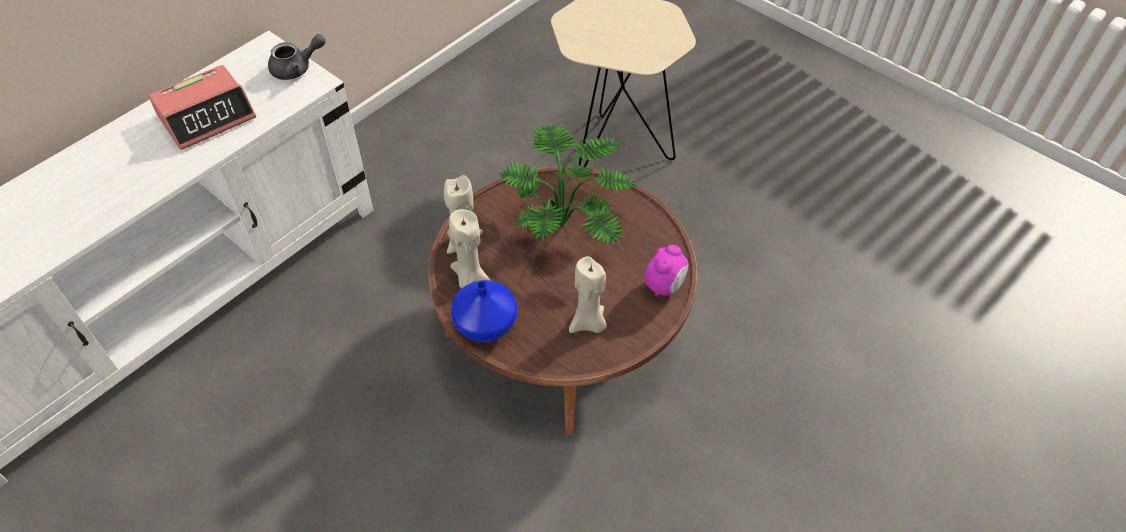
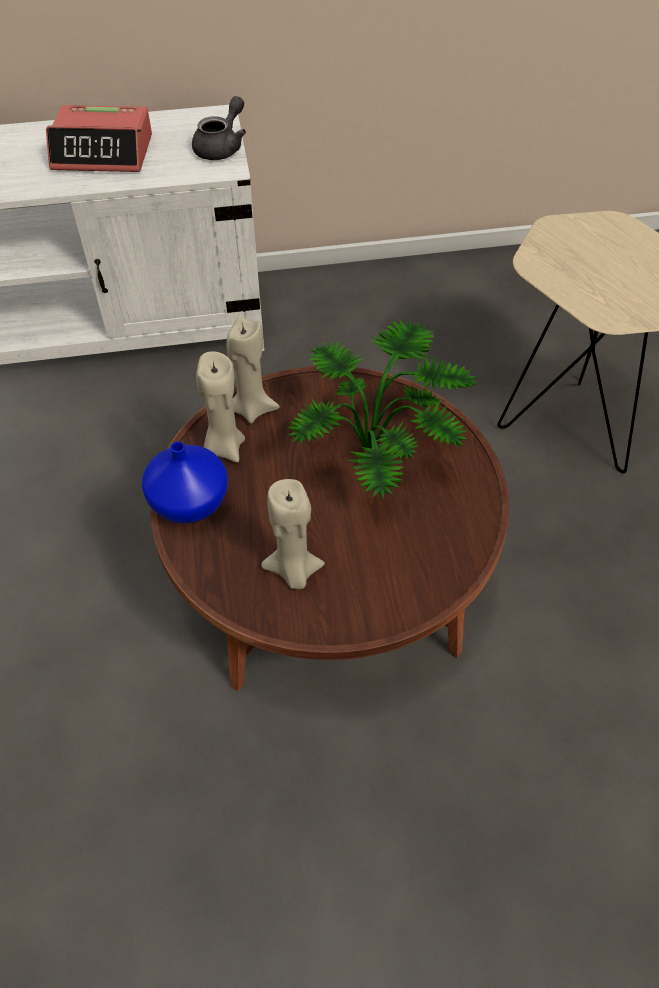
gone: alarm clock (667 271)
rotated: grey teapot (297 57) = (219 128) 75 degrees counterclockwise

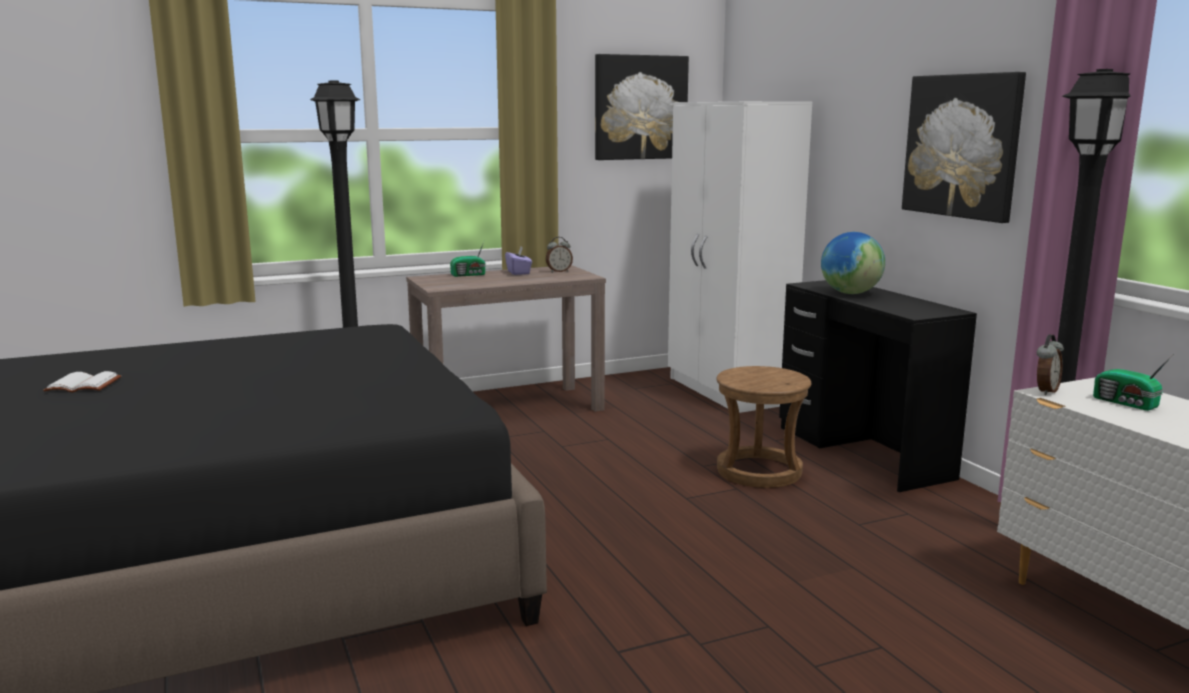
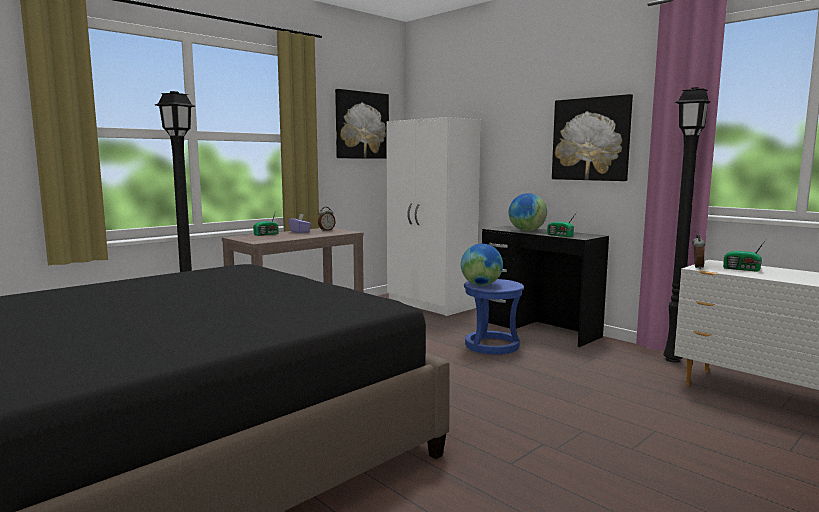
gone: white book (82 382)
new: globe (482 265); radio (561 225)
repainted: brown stool (764 427) to blue stool (494 317)

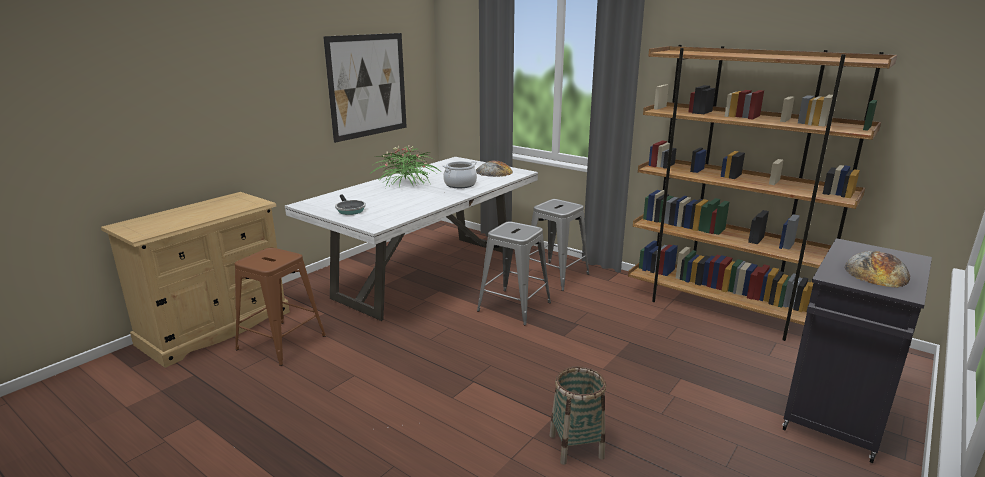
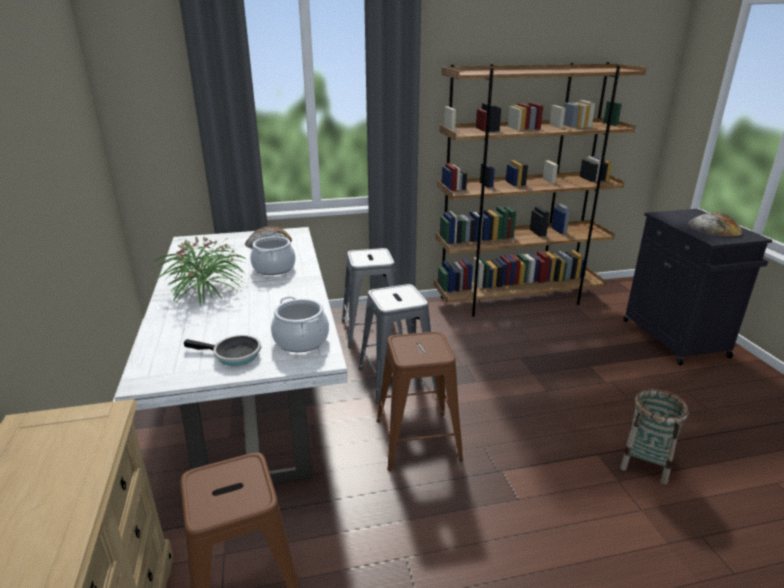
gone: picture (365 88)
new: cooking pot (300 324); brown stool (420 401)

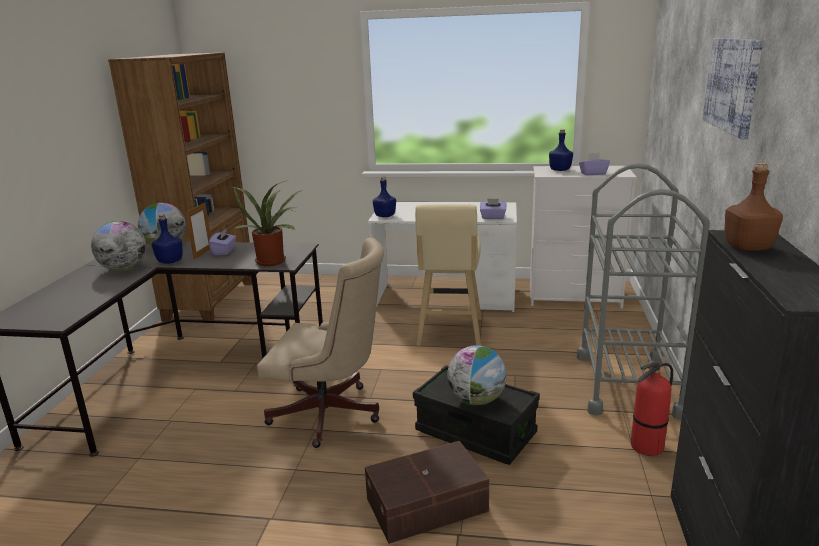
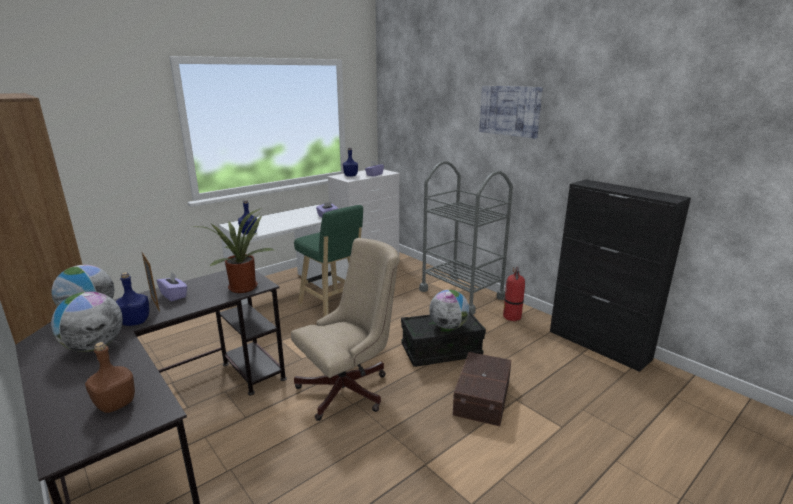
shifted: brown bottle (754 207) to (110 377)
repainted: beige stool (448 275) to green stool (328 261)

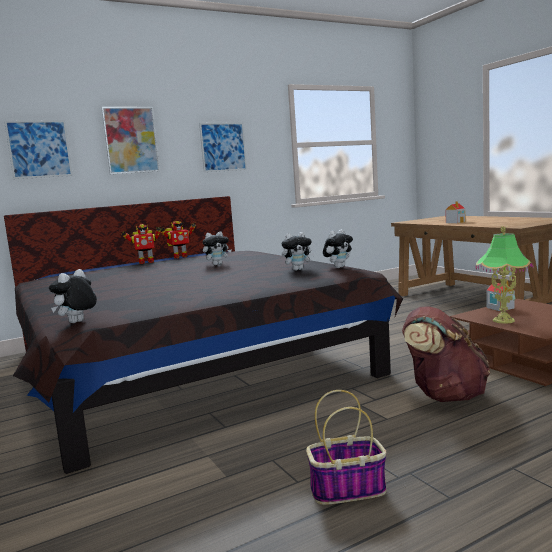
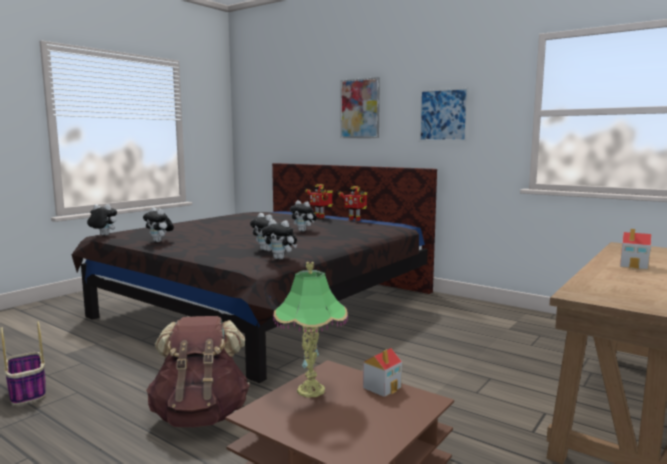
gone: picture (38 149)
new: plush toy (158 224)

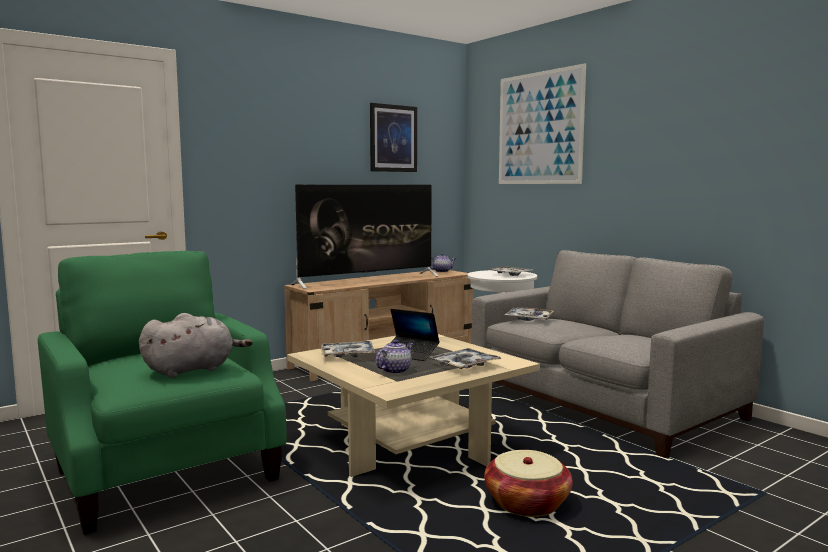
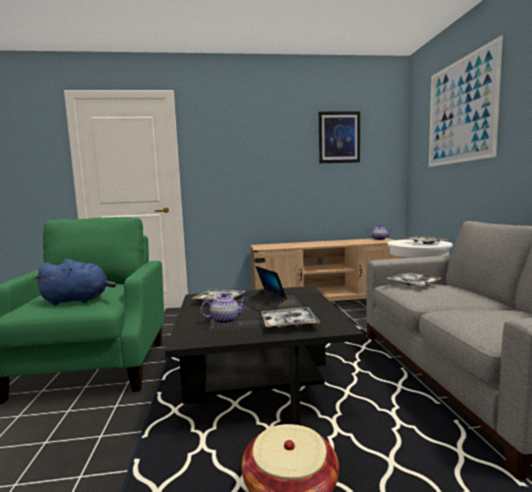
gone: television (365 237)
repainted: grey plush toy (196 345) to blue plush toy (75 282); beige coffee table (413 405) to black coffee table (264 355)

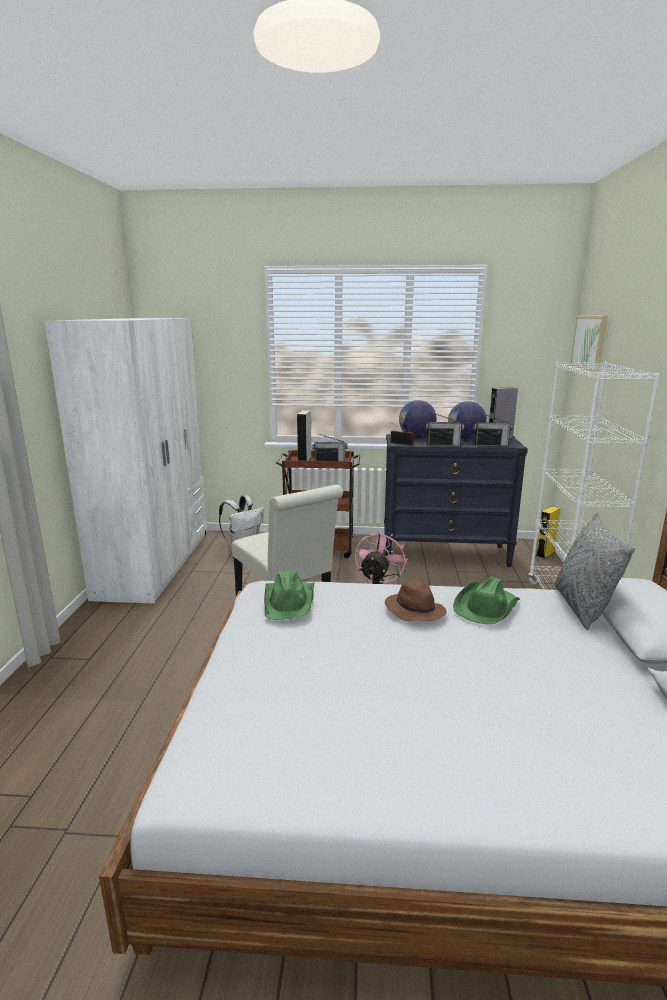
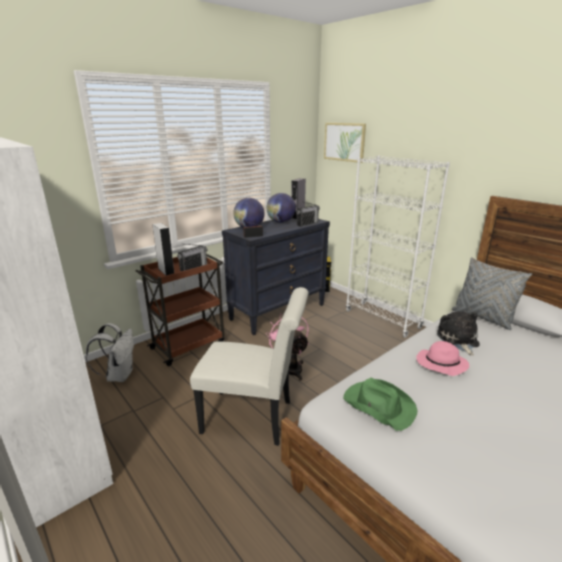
gone: radio (445 429)
swapped: green hat (486 600) to plush toy (458 333)
repainted: brown hat (416 600) to pink hat (442 358)

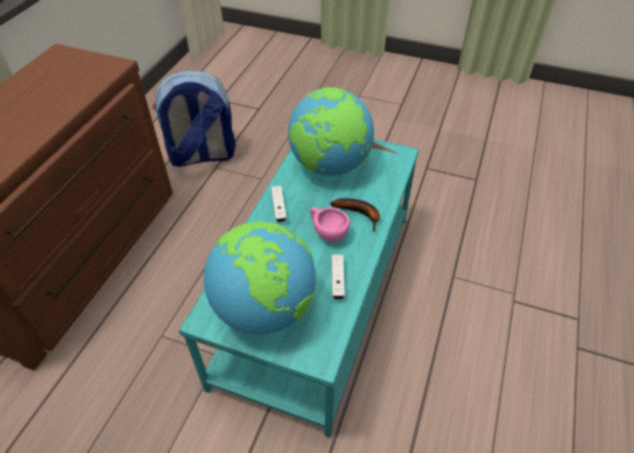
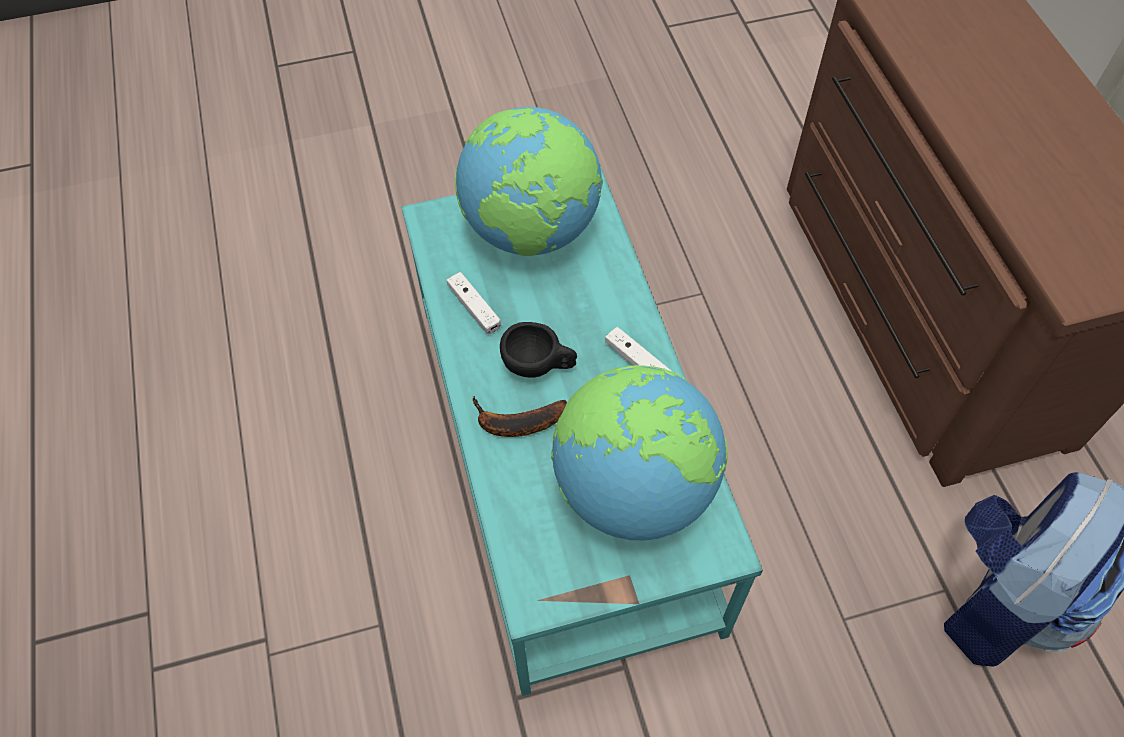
repainted: pink cup (330 224) to black cup (538 350)

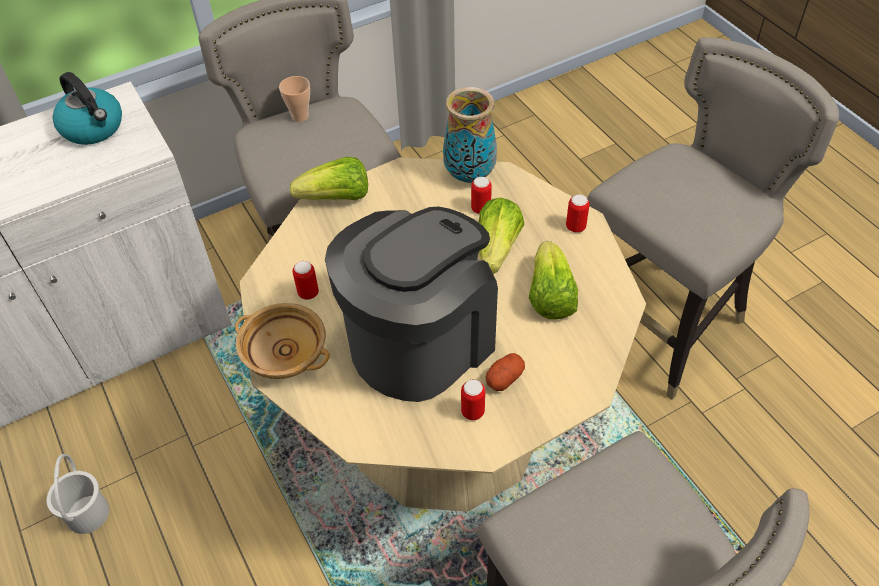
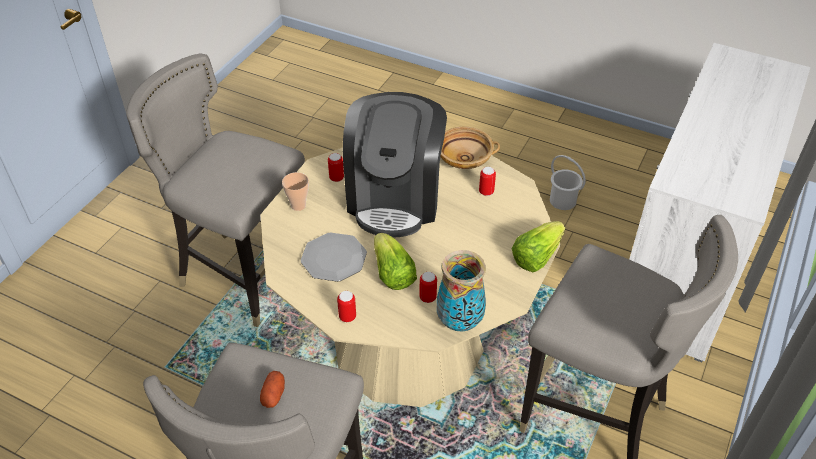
gone: kettle (87 108)
shifted: cup (294 99) to (295 191); potato (505 372) to (272 389)
swapped: lettuce (553 280) to plate (334 257)

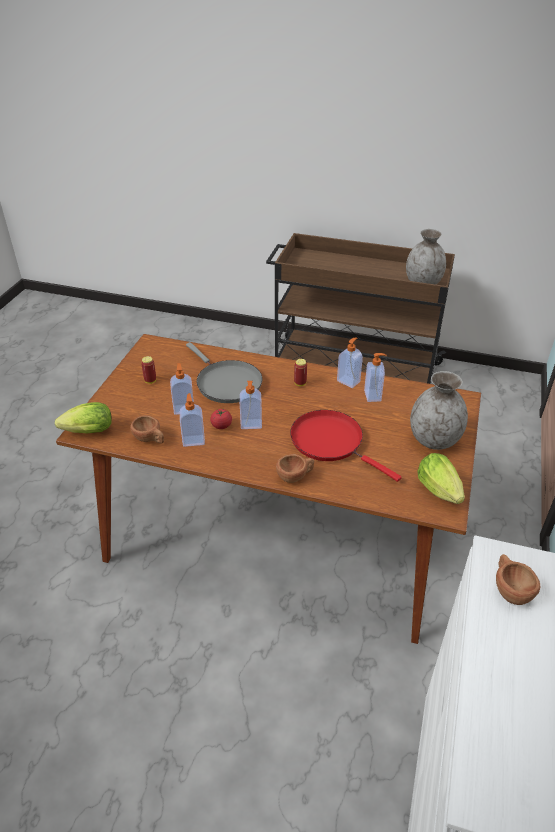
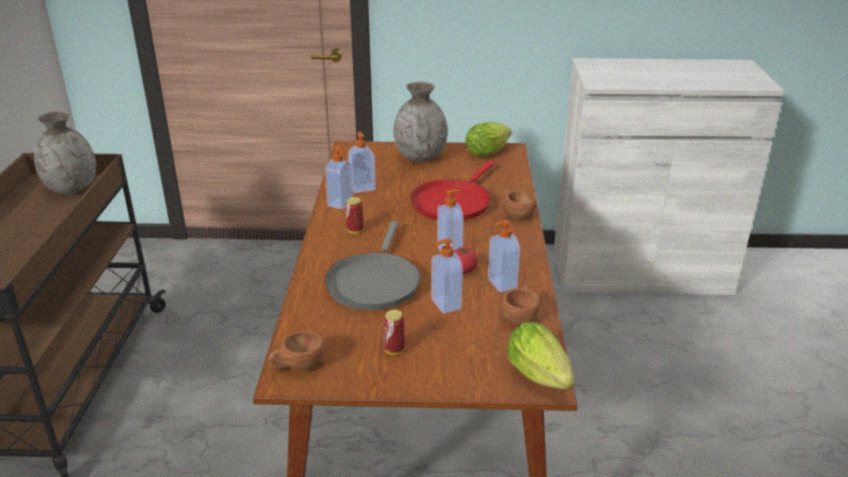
shifted: brown cup (518 579) to (297 350)
rotated: grey frying pan (224 372) = (372 265) 150 degrees clockwise

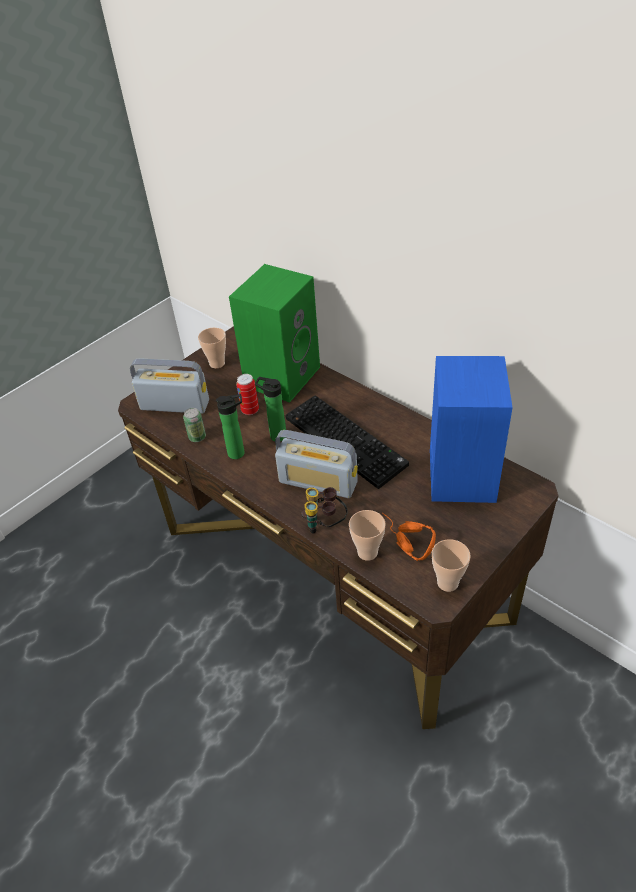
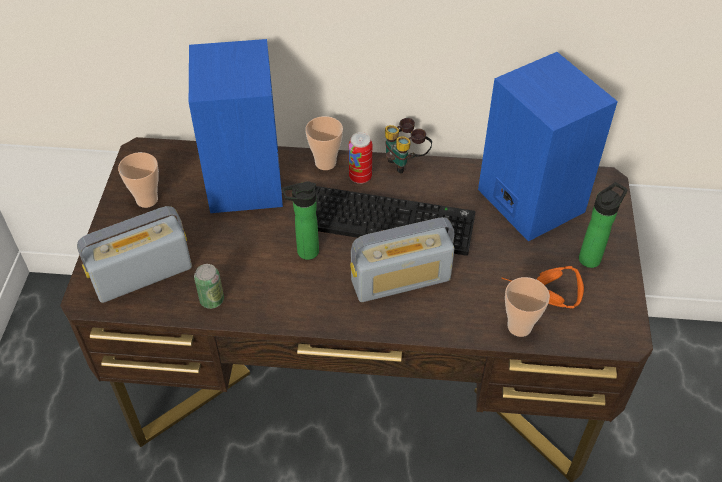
shifted: bottle (230 426) to (603 225); can (247 394) to (360 158); binoculars (324 510) to (408 146); cup (451 565) to (324 143)
repainted: green speaker (274 333) to blue speaker (236 126)

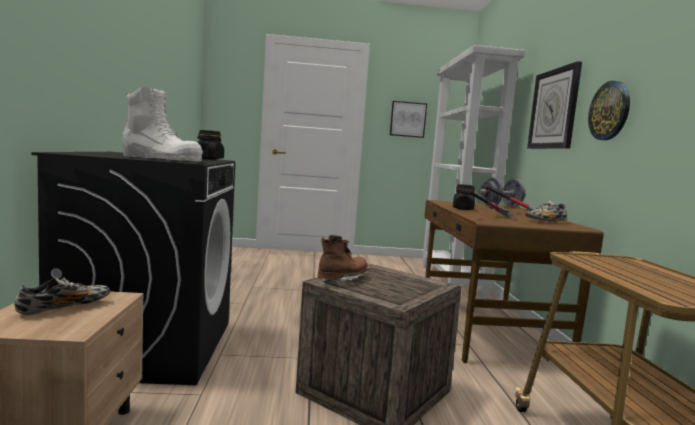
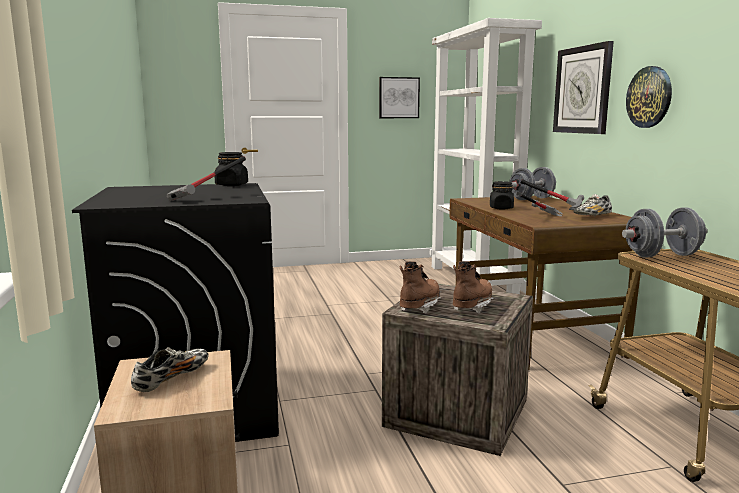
new: brown boot (473 287); grey dumbbell (664 233)
swapped: white boot (162 124) to hammer (206 178)

